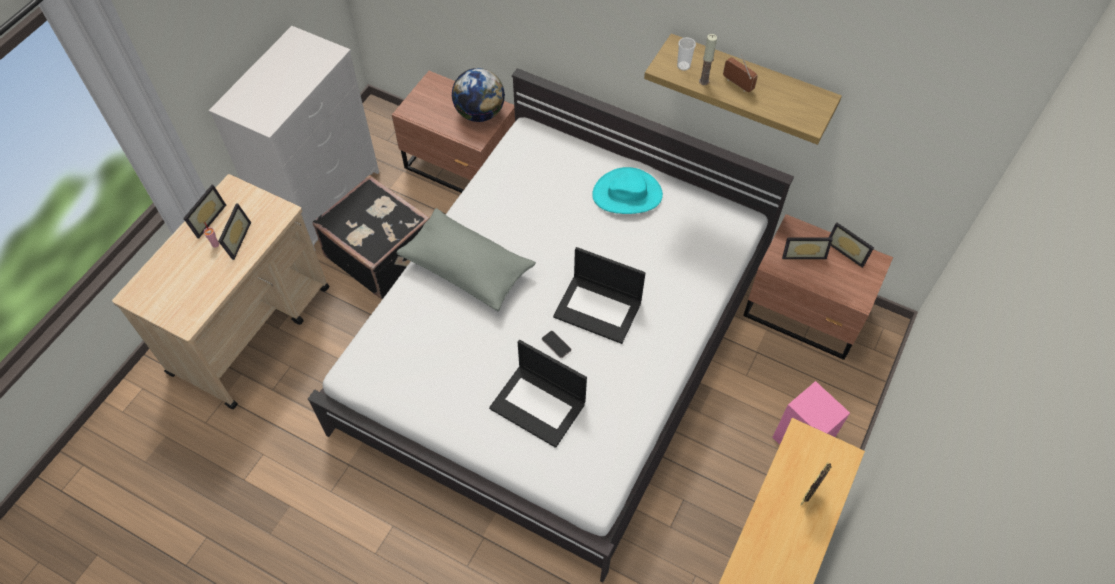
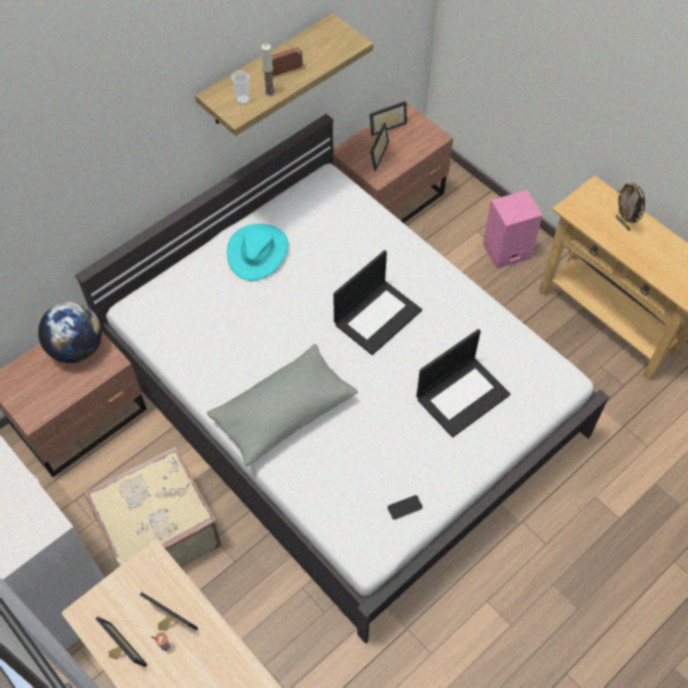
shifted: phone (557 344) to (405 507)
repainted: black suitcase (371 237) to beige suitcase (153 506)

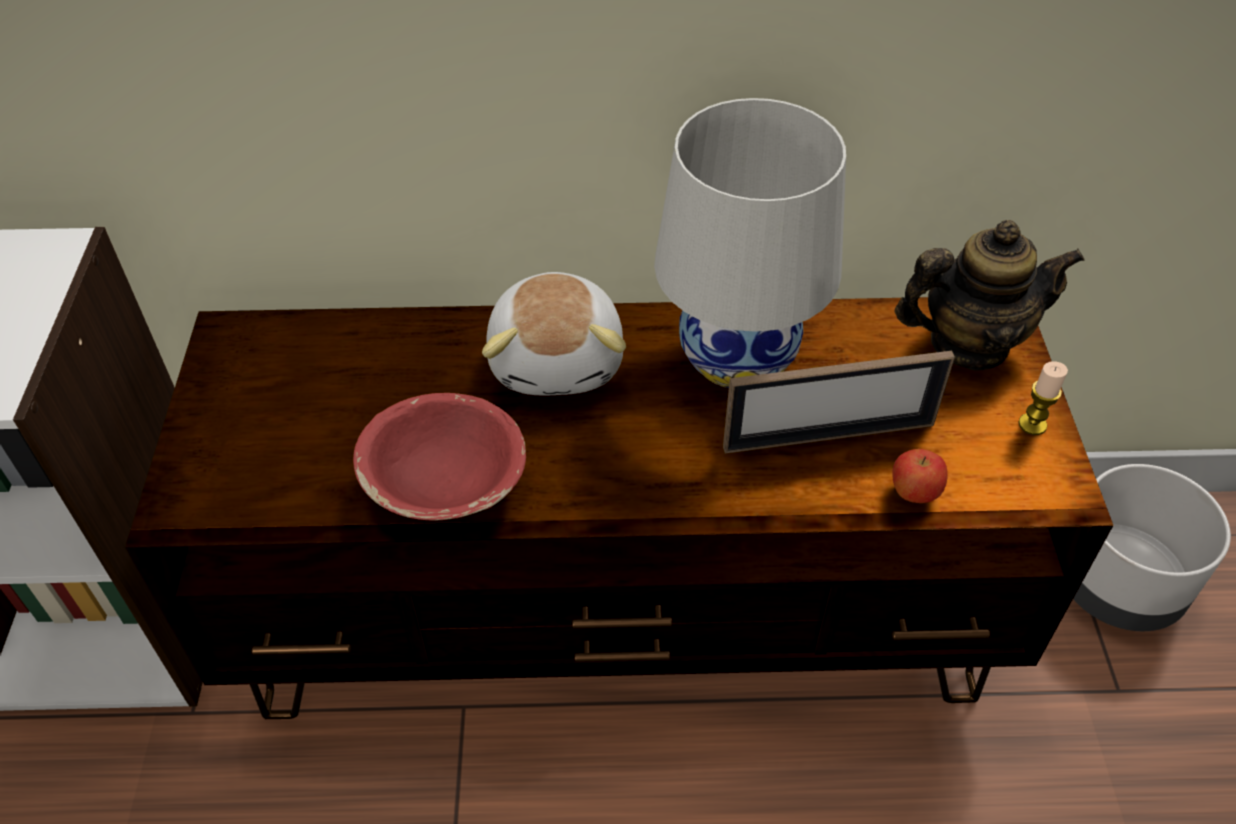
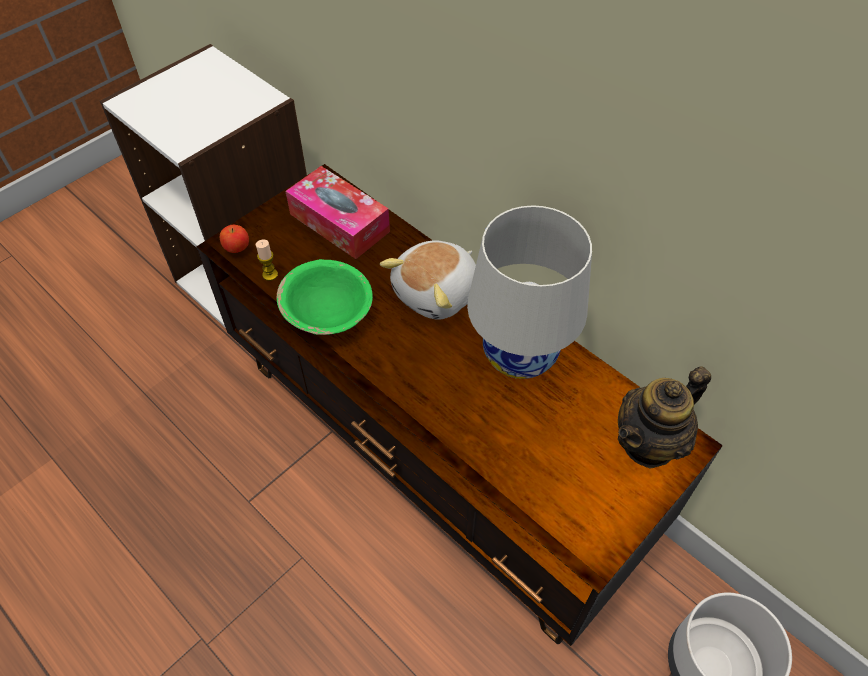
gone: picture frame (839 402)
new: tissue box (337 212)
shifted: apple (920 476) to (234 239); candle (1043 398) to (267 260)
repainted: red bowl (439 457) to green bowl (325 297)
rotated: teapot (989 295) = (664 417) 105 degrees clockwise

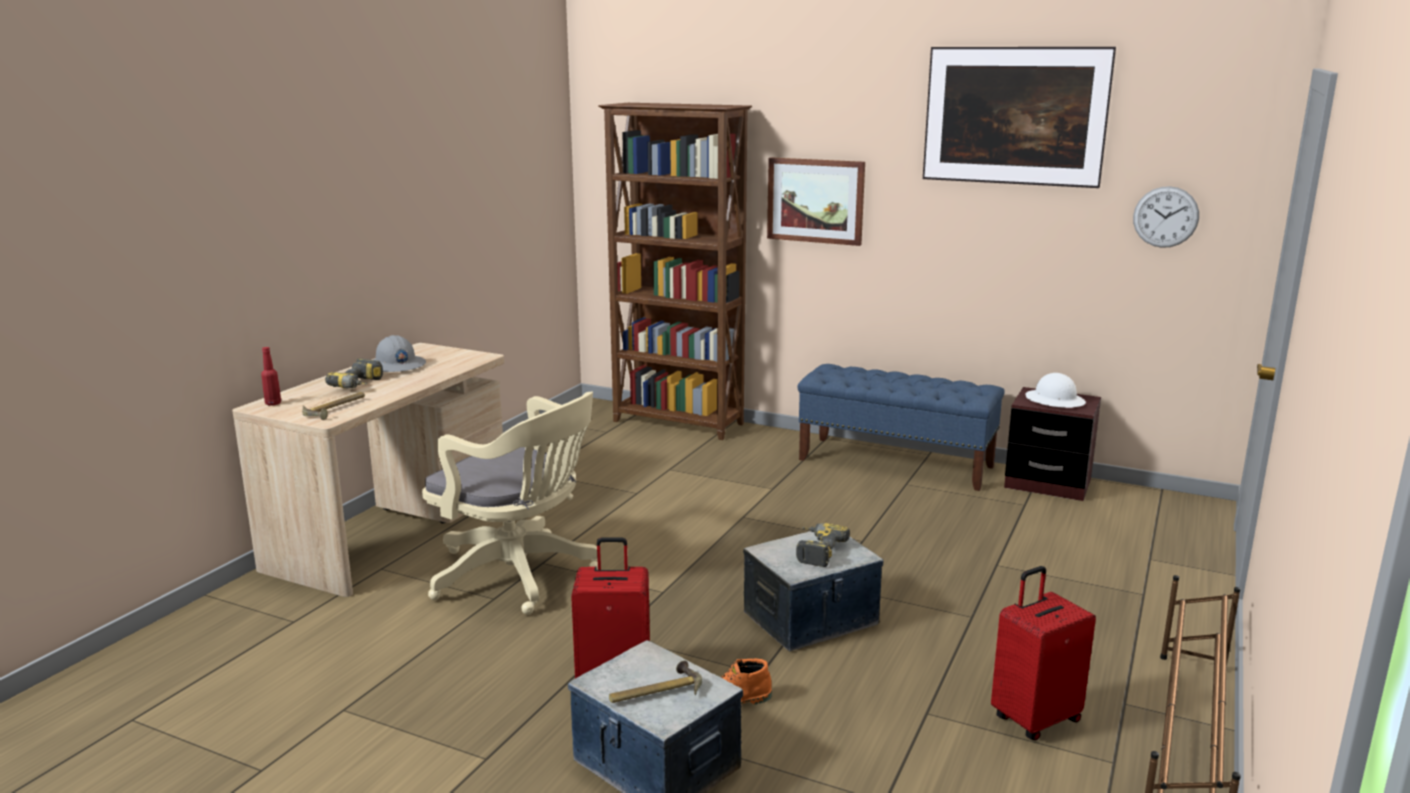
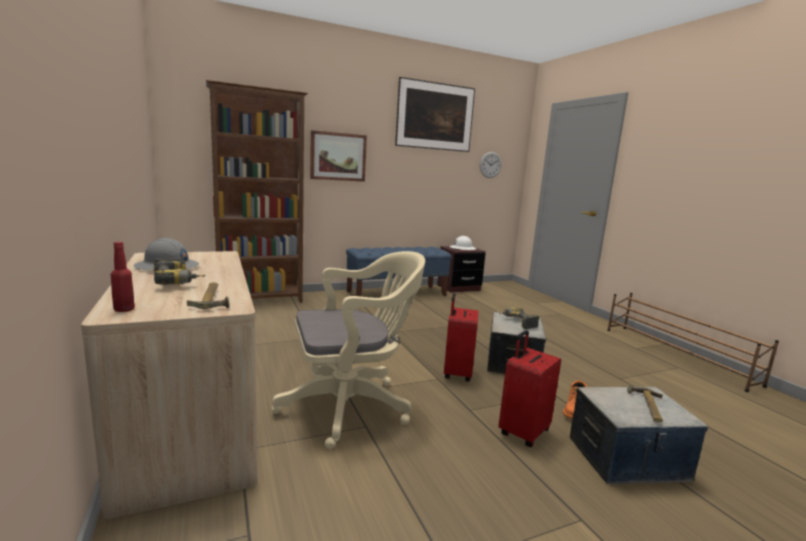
shifted: red suitcase (1043 653) to (461 337)

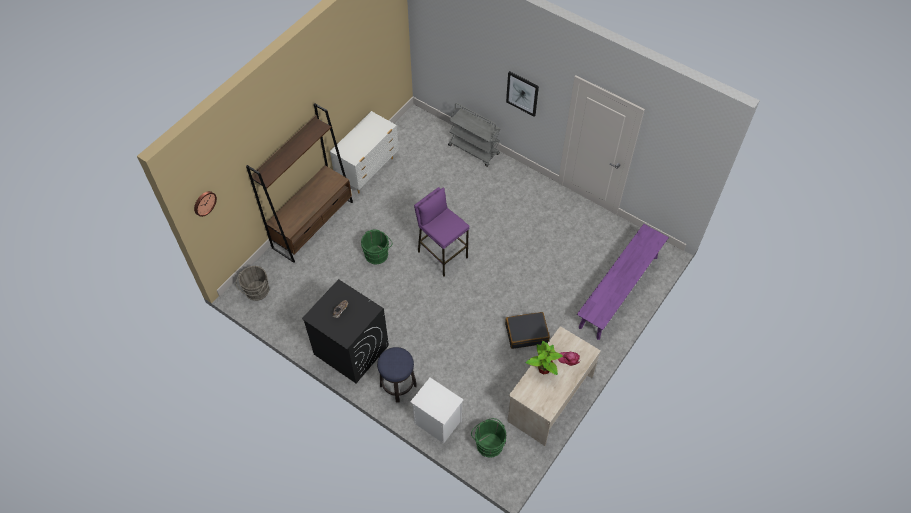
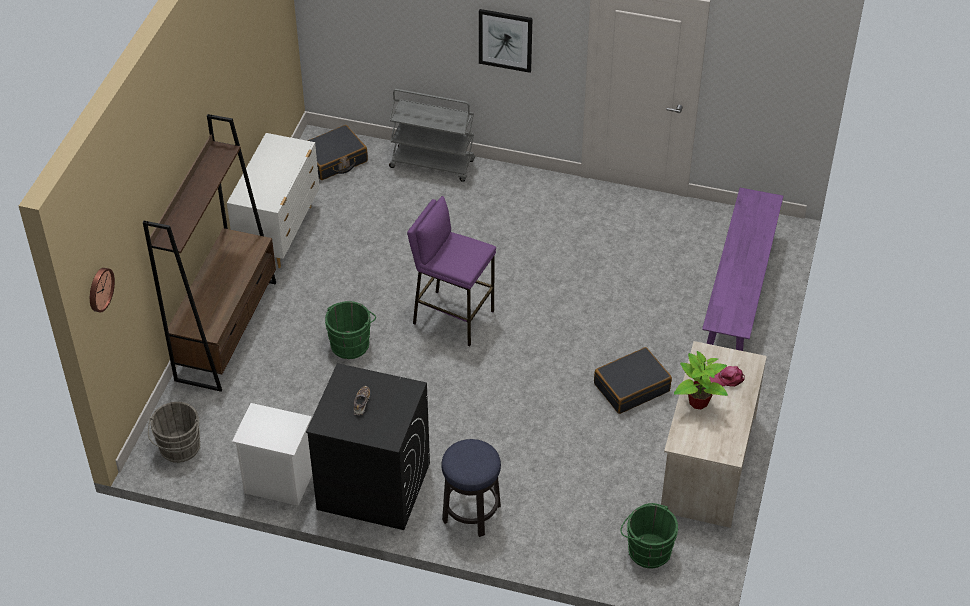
new: black suitcase (337 152)
shifted: white nightstand (437 411) to (272 454)

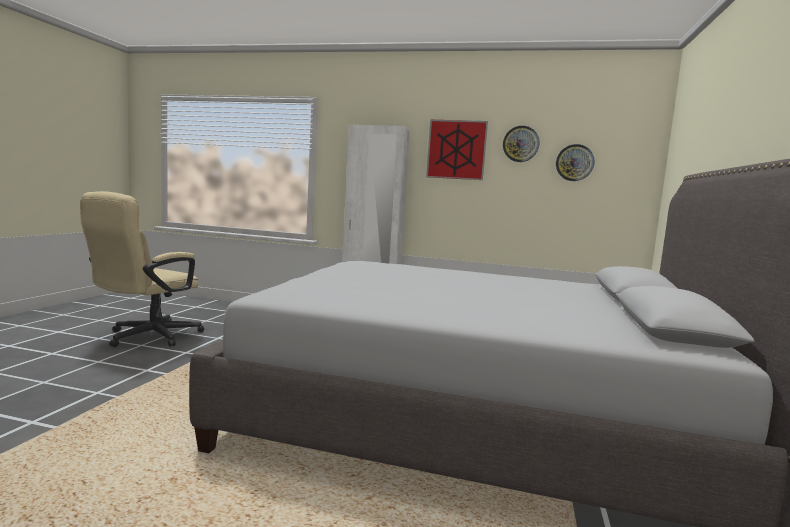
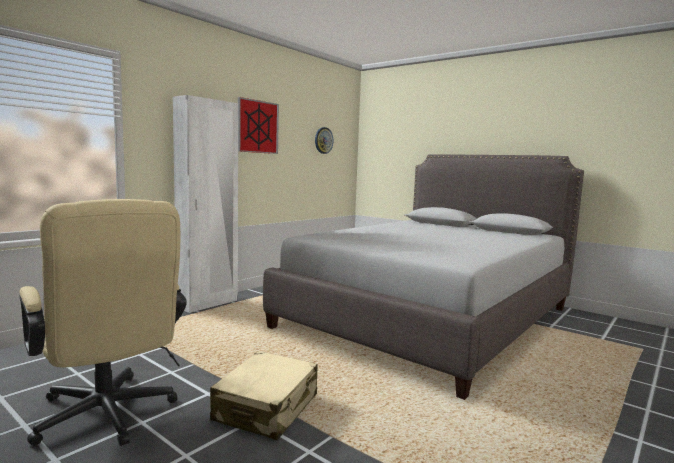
gone: wall clock (521 144)
new: beige suitcase (264 395)

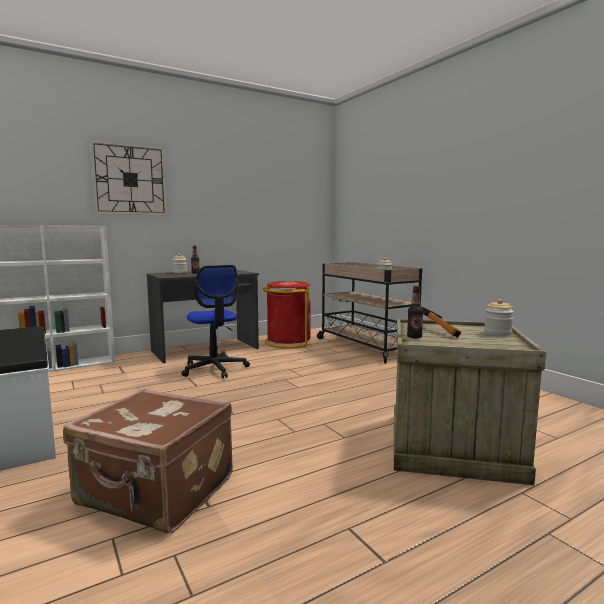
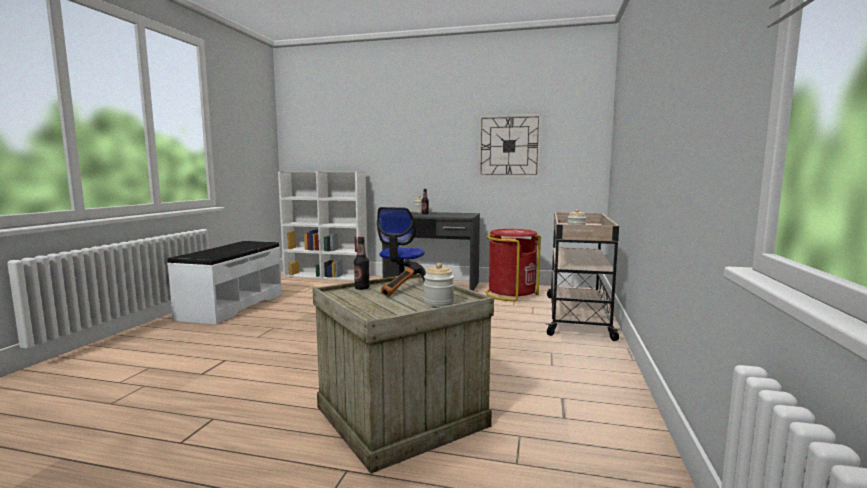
gone: brown suitcase (148 461)
shifted: wall clock (128 177) to (509 145)

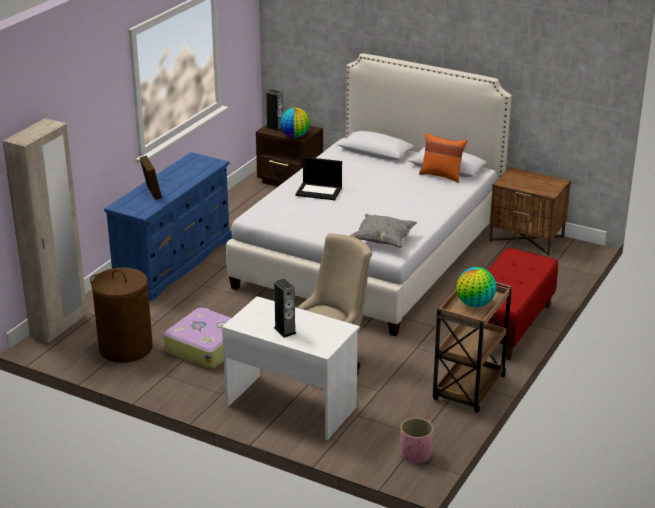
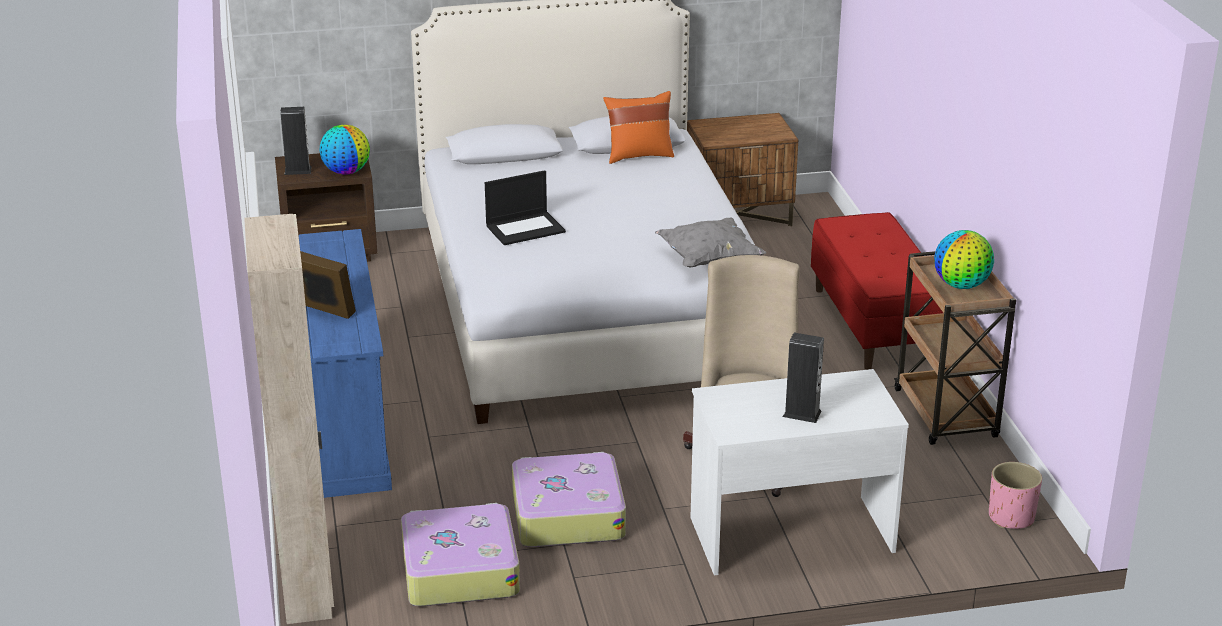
swapped: brown laundry basket (121 315) to suitcase (460 554)

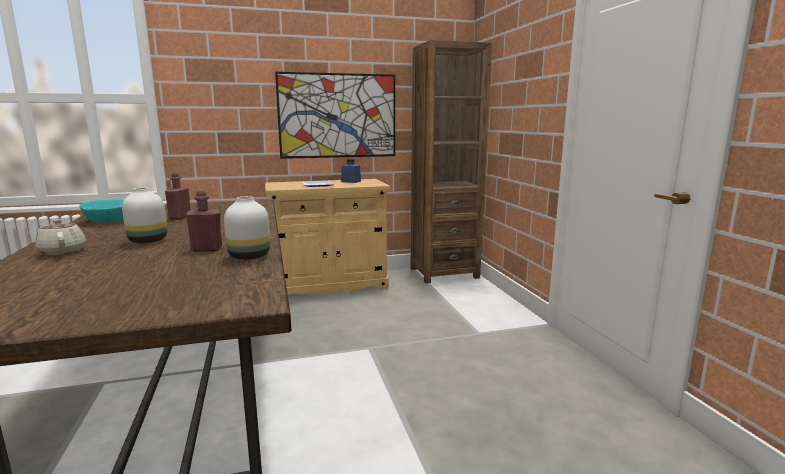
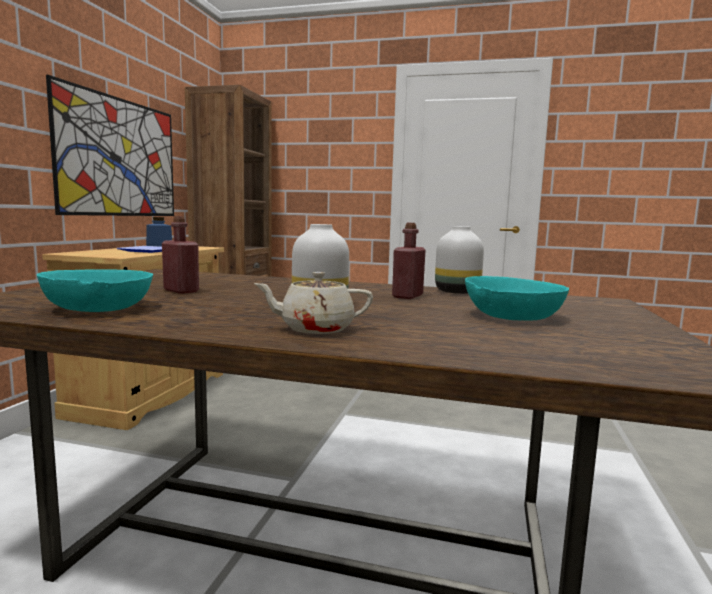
new: turquoise bowl (517 298)

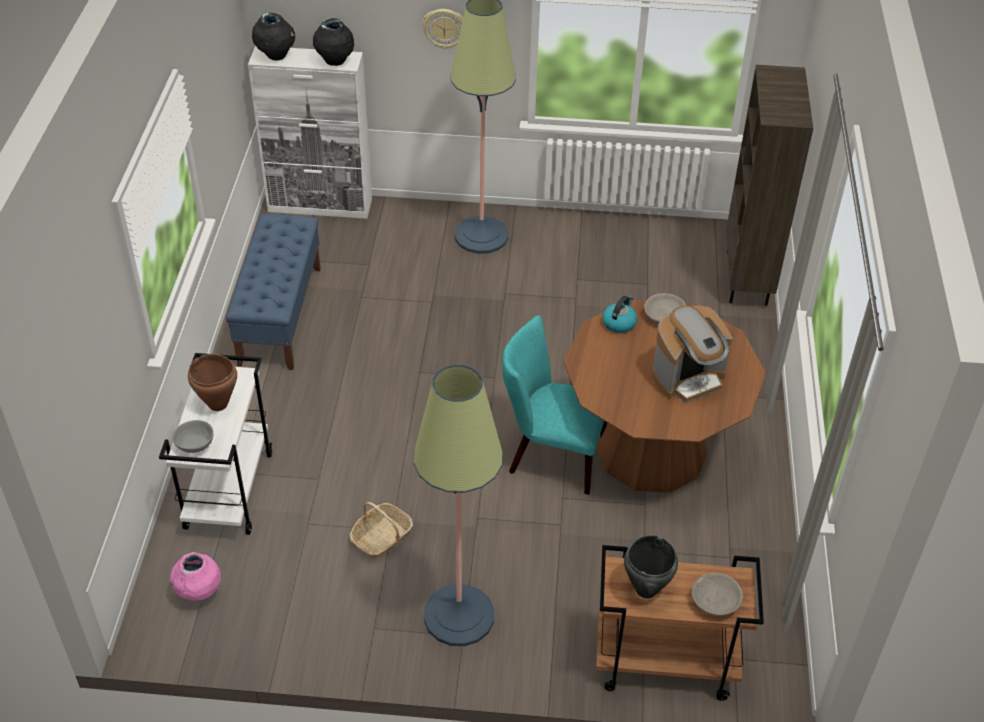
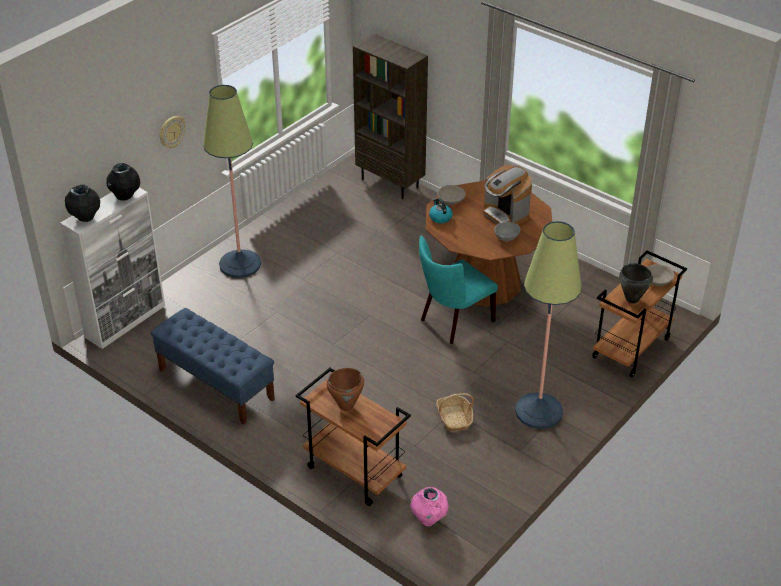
shifted: grey bowl (193 436) to (507 231)
repainted: white cart (215 444) to brown cart (353 437)
rotated: coffee machine (692 354) = (507 195) 135 degrees clockwise

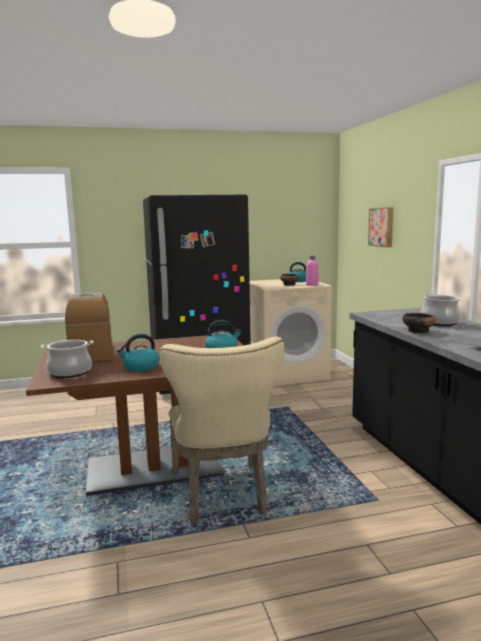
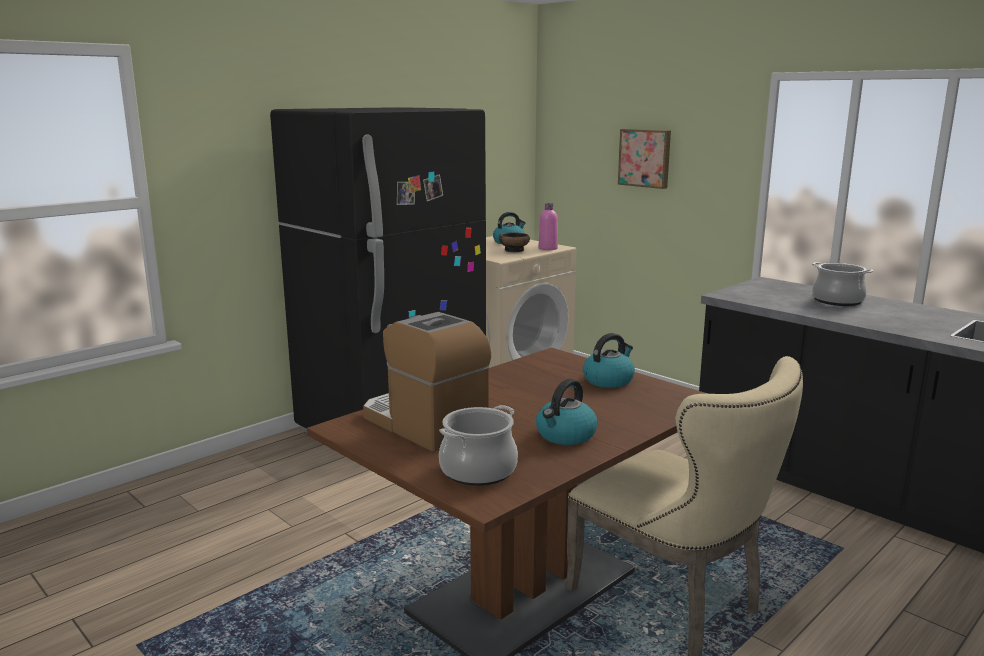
gone: bowl (419 323)

